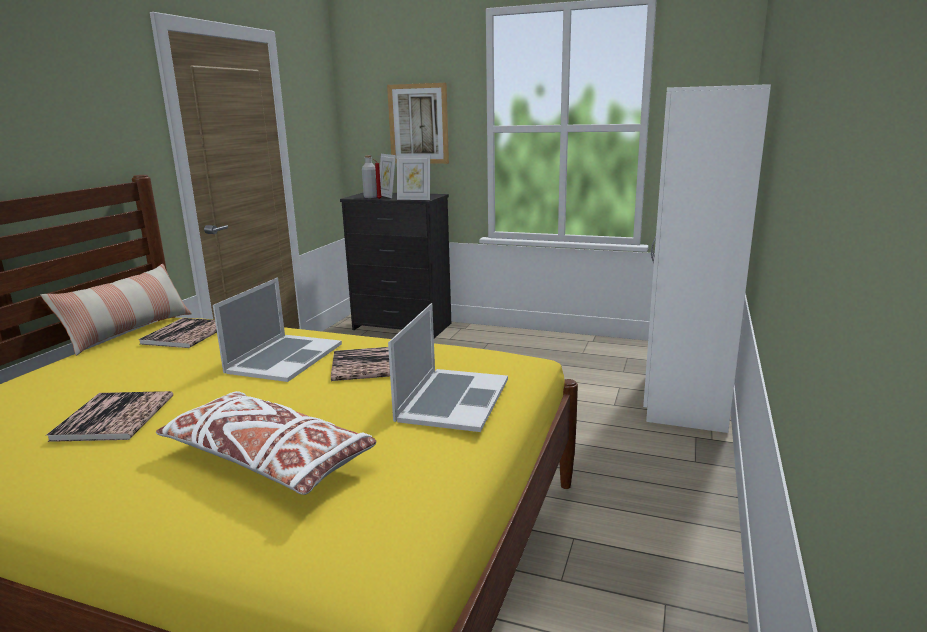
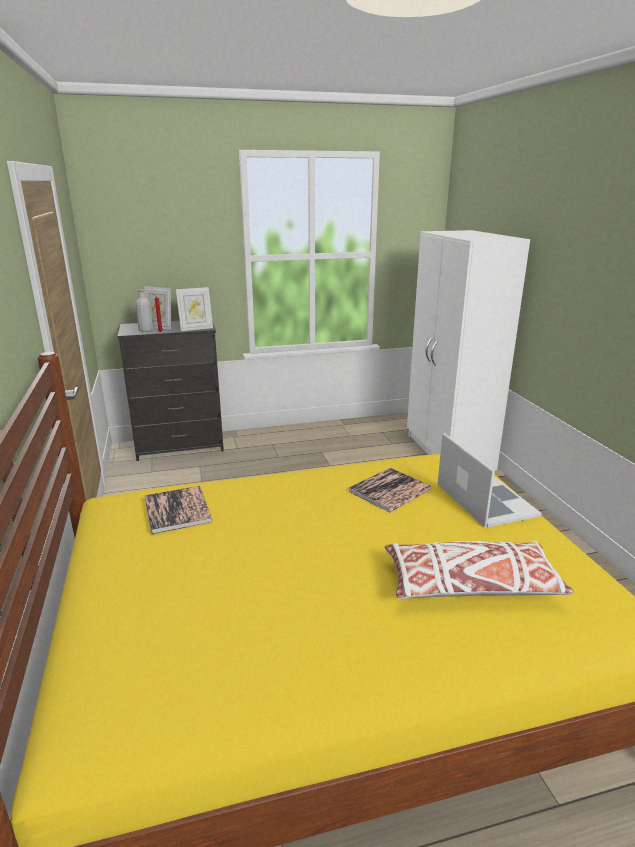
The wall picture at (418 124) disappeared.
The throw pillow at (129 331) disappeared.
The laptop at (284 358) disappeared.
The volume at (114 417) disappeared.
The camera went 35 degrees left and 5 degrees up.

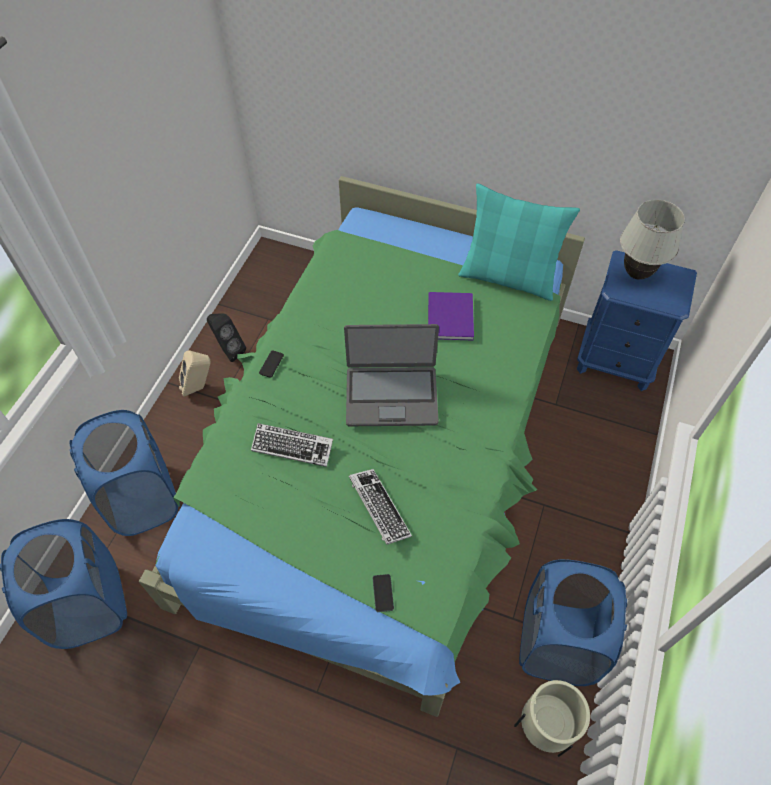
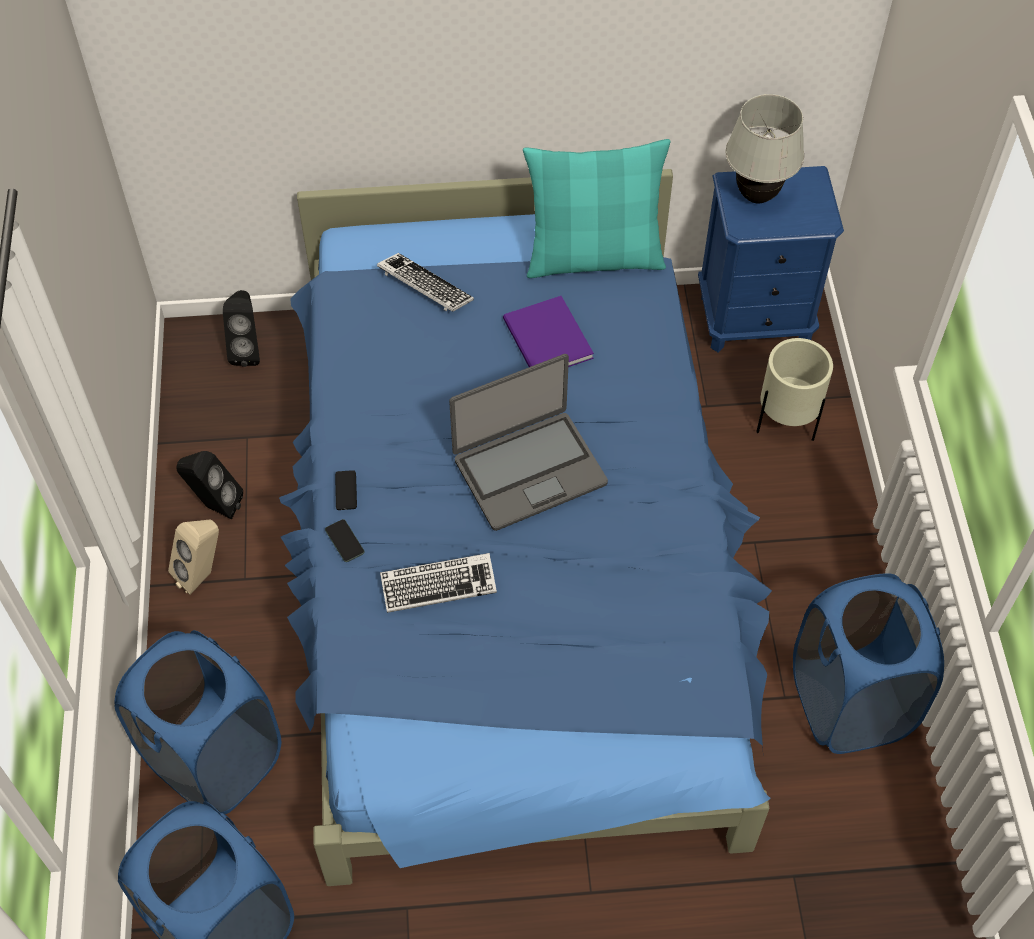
The greenish bedroom bed at (382 452) became the blue bedroom bed at (513 559).
The computer keyboard moved from (379 508) to (425 287).
The handset moved from (383 593) to (344 541).
The beige-coloured planter moved from (543 728) to (786 424).
The black speaker at (248 350) appeared.
The camera went 25 degrees left and 0 degrees up.

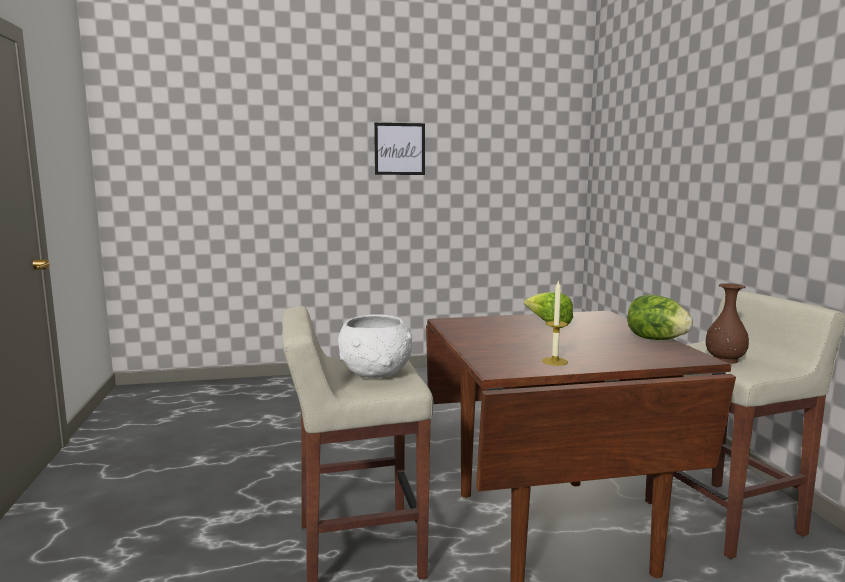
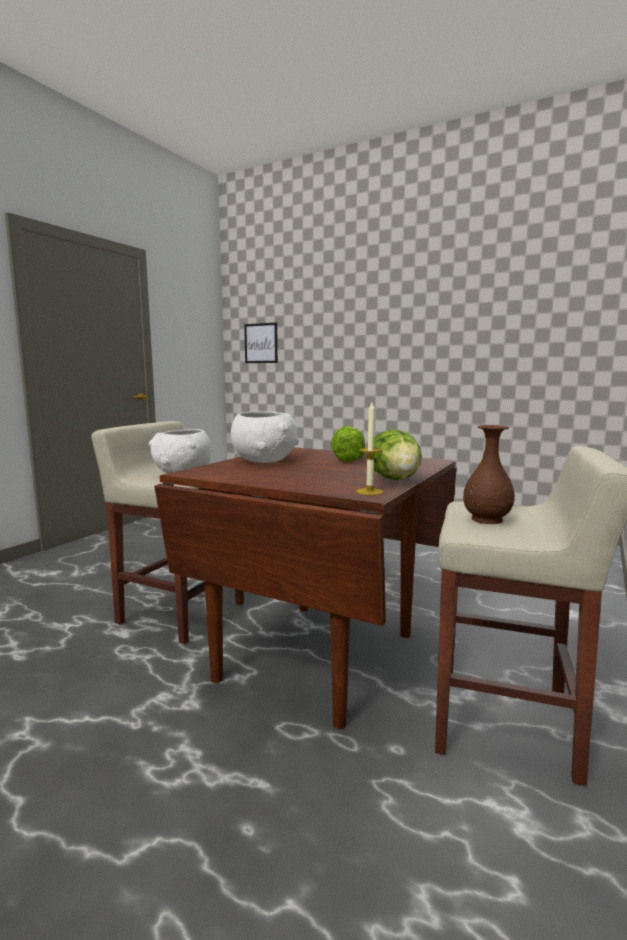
The wall picture moved from (399 149) to (261 343).
The wax light moved from (555 361) to (369 491).
The whitish serving bowl at (266 460) appeared.
The camera went 40 degrees right and 0 degrees up.

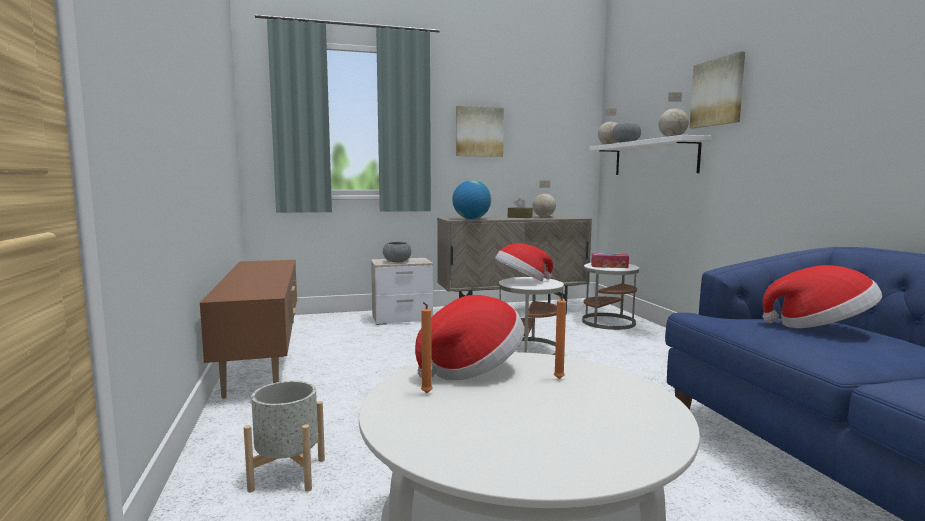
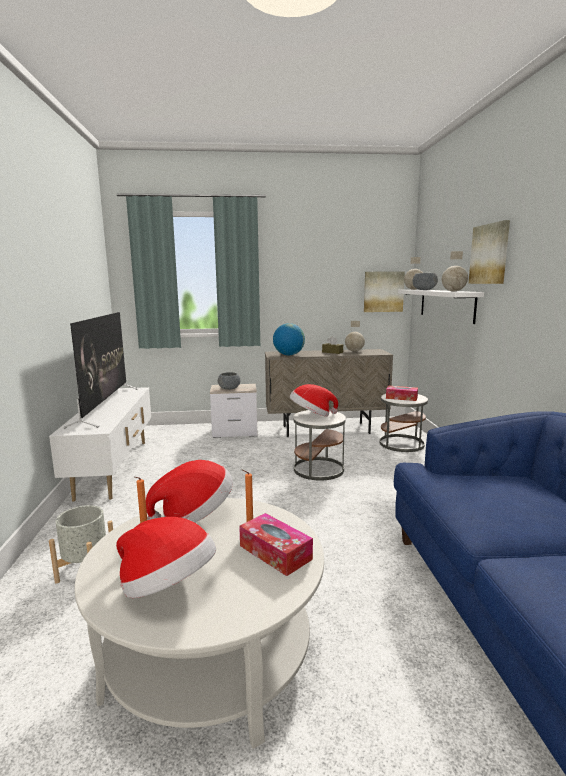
The wall picture moved from (479 132) to (383 291).
The brown-coloured media console at (263 360) became the whitish media console at (115 468).
The hat moved from (820 328) to (167 587).
The television at (106 405) appeared.
The box of tissues at (275 552) appeared.
The camera went 10 degrees right and 5 degrees up.

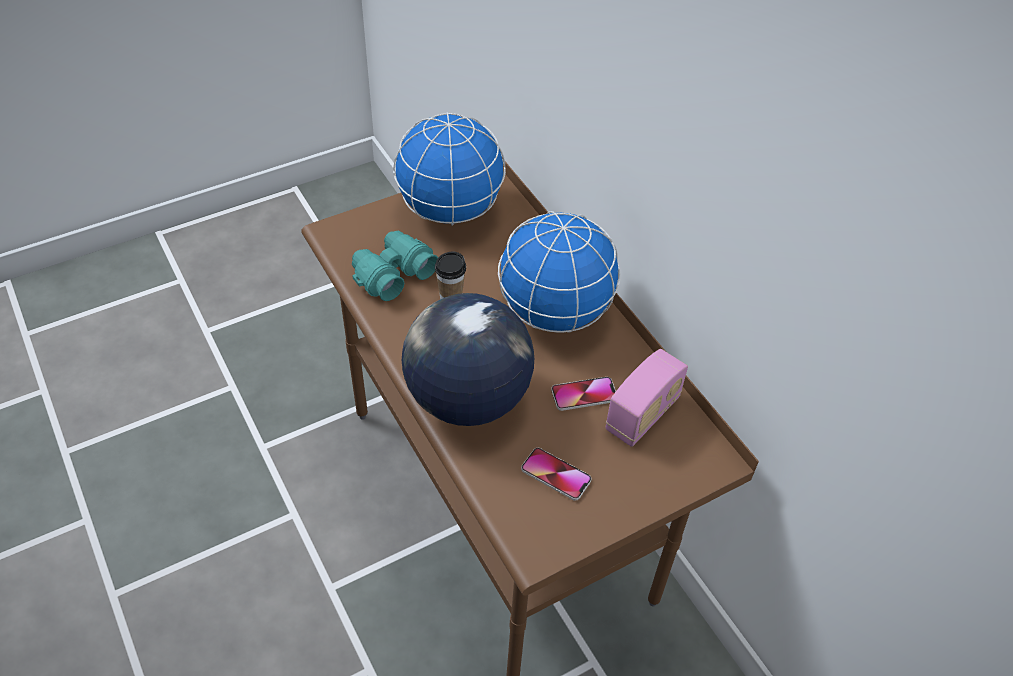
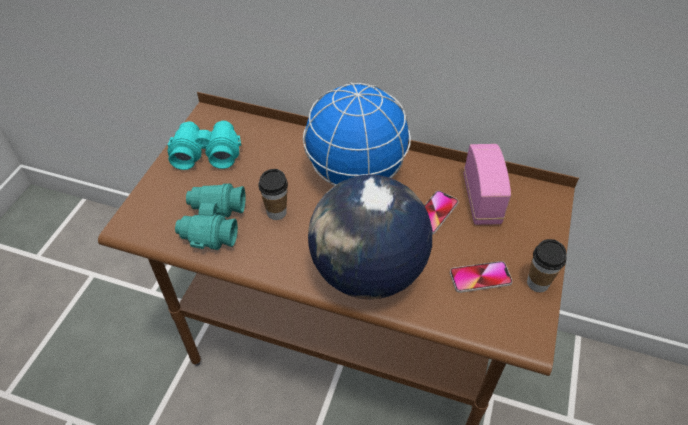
The world globe at (451 210) was replaced by the blue-green field glasses at (206 152).
The small cup at (537 283) appeared.
The camera went 40 degrees left and 0 degrees up.

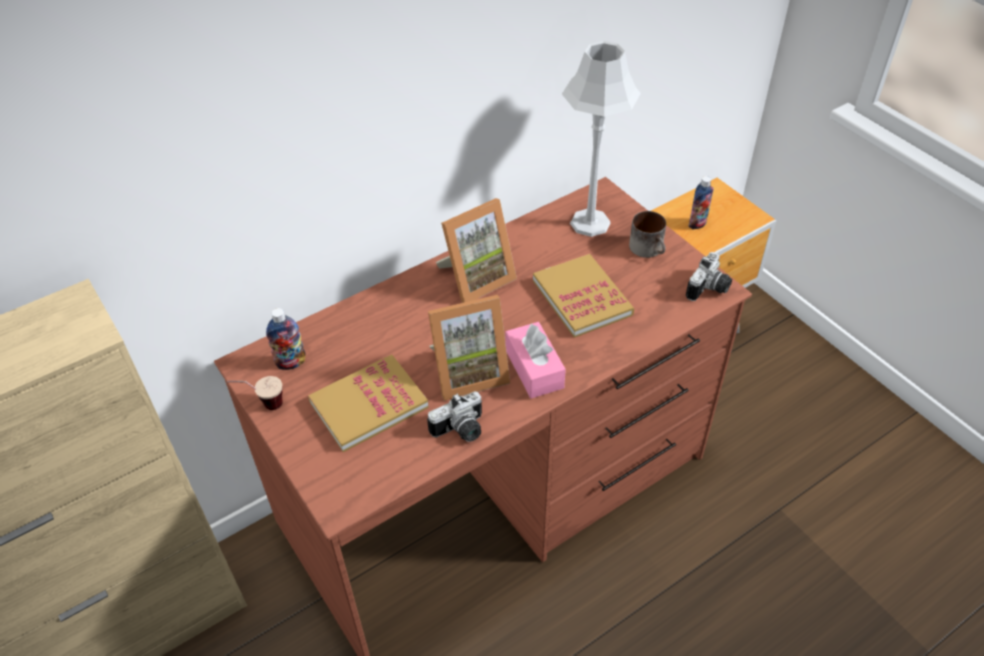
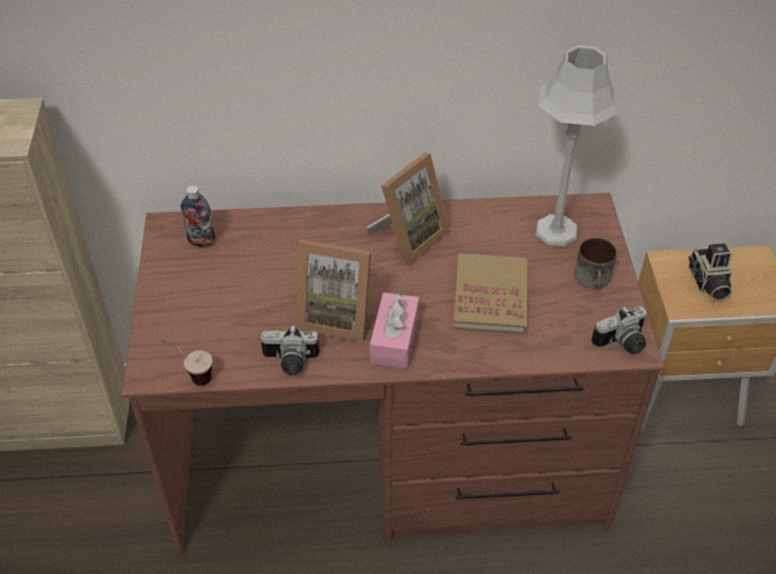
The bottle at (697 224) was replaced by the photo camera at (707 283).
The picture frame at (476 278) turned 45 degrees counterclockwise.
The volume at (368 405) disappeared.
The small cup moved from (262 405) to (191 375).
The camera went 30 degrees right and 0 degrees up.

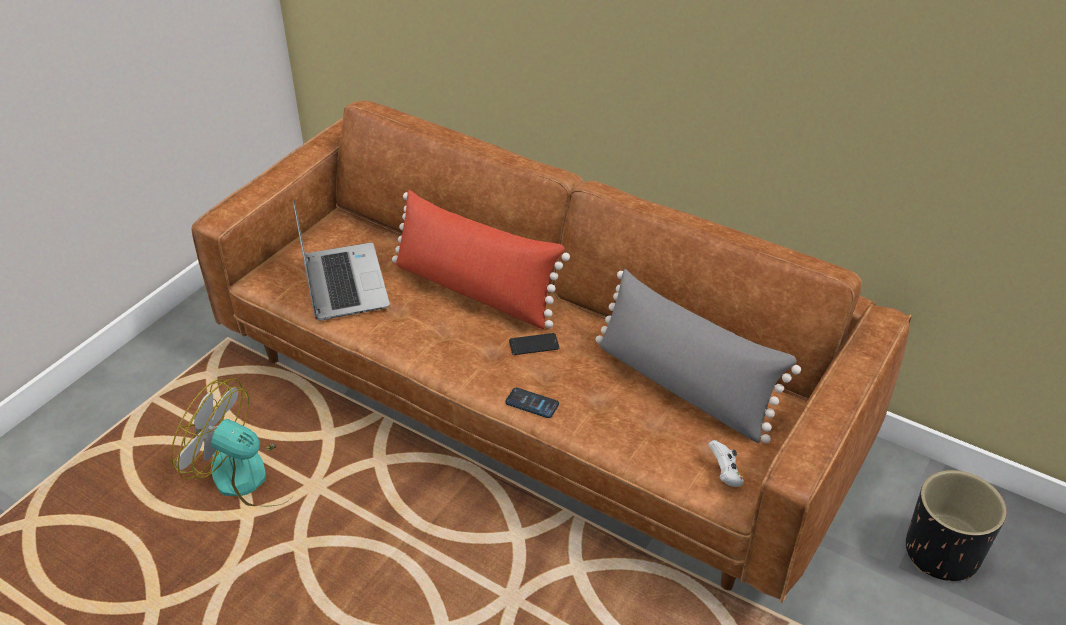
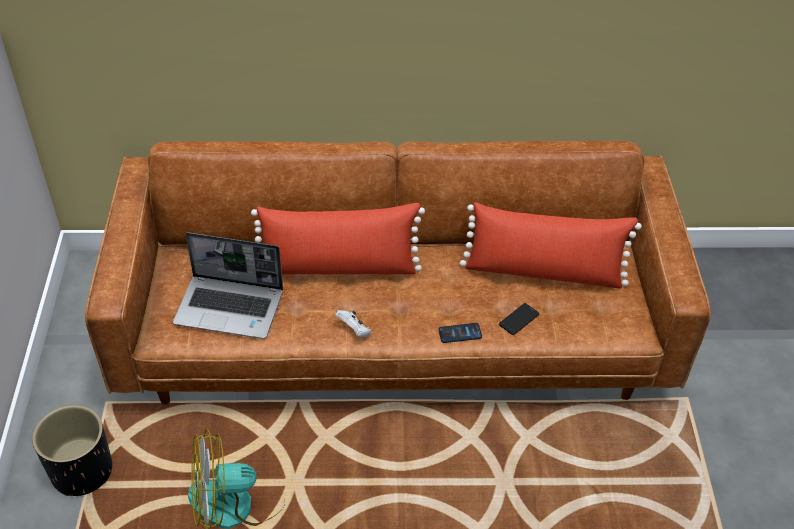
The laptop at (343 283) turned 150 degrees clockwise.
The greyish throw pillow at (684 387) became the reddish throw pillow at (544 271).
The handset moved from (534 345) to (519 319).
The whitish game controller moved from (725 474) to (354 331).
The black planter moved from (942 553) to (82 471).
The camera went 35 degrees left and 5 degrees up.

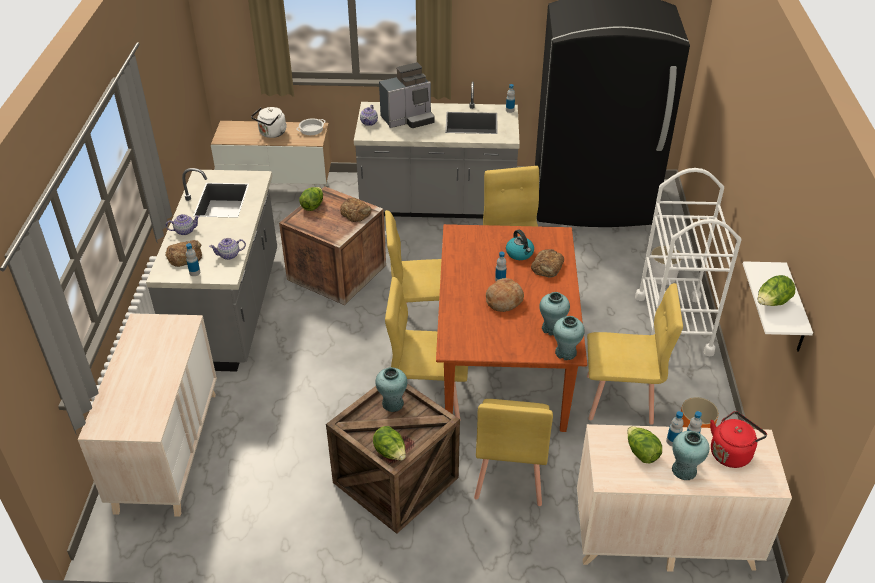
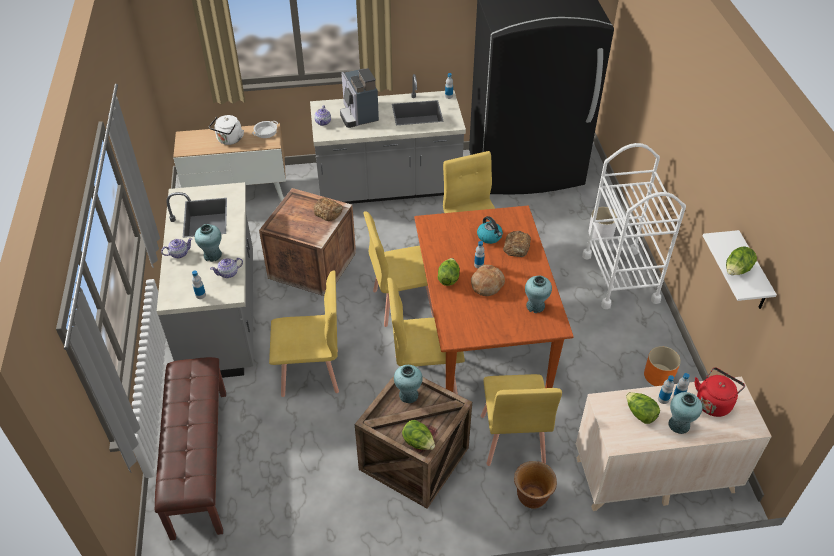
The coffee maker at (408 119) turned 105 degrees clockwise.
The head of lettuce moved from (313 206) to (448 278).
The baked bread at (185 256) disappeared.
The yellow chair moved from (620 399) to (311 373).
The beige-coloured dresser at (167 450) was replaced by the brown-coloured long seat at (199 461).
The blue-green flower vase moved from (566 353) to (213 255).
The brown-coloured planter at (531 497) appeared.
The camera went 10 degrees left and 5 degrees up.

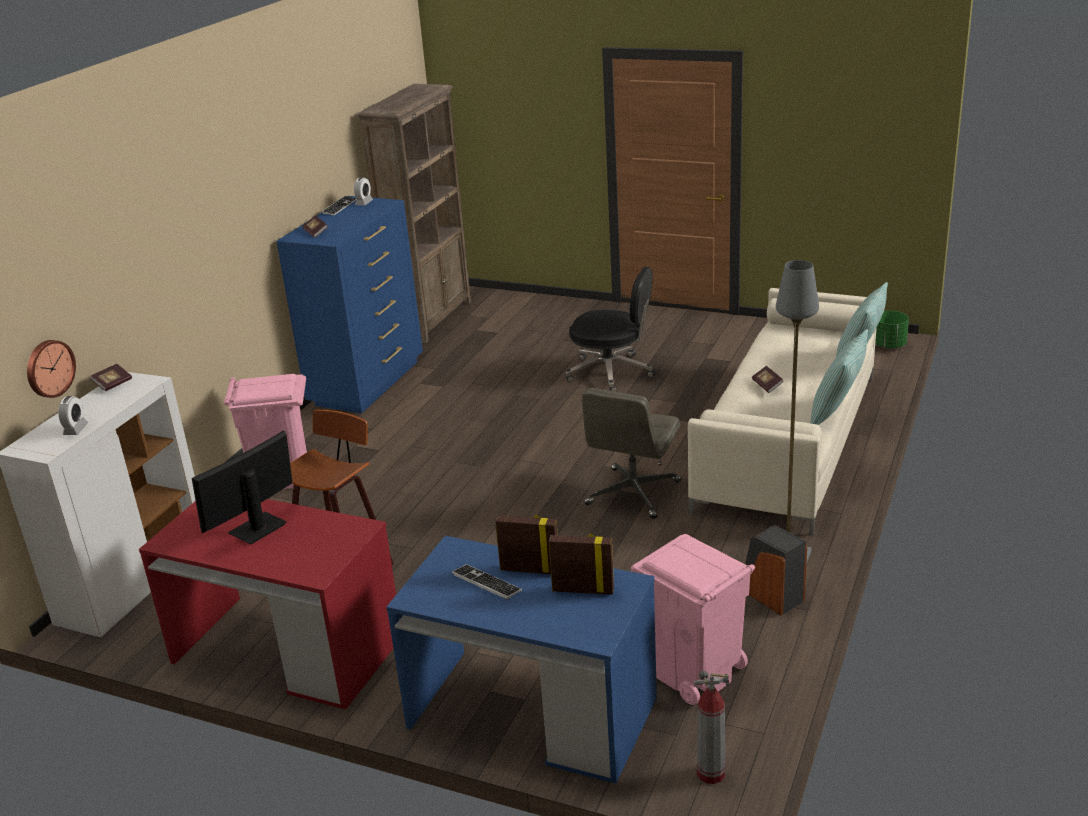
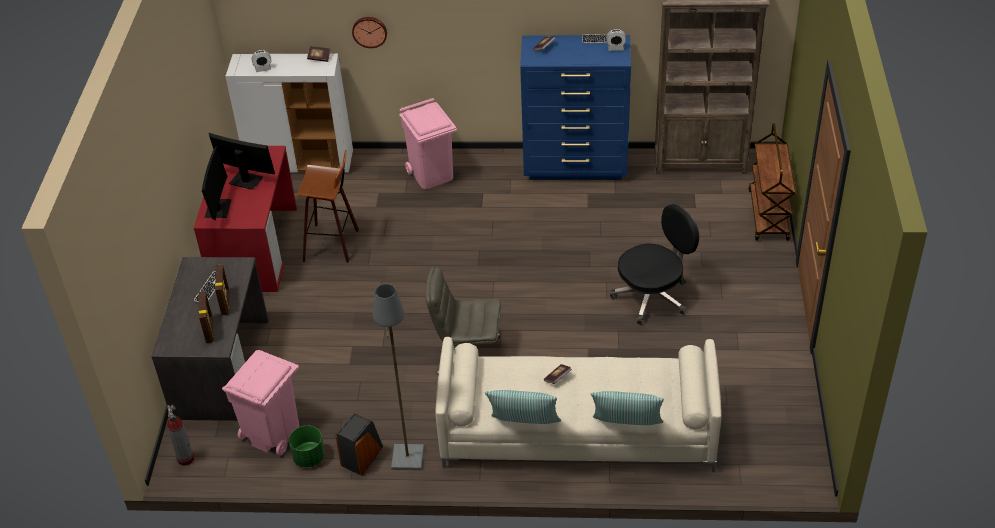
The black office chair at (612 373) turned 120 degrees counterclockwise.
The greenish planter moved from (889 345) to (309 457).
The hanging clock moved from (49 368) to (369 31).
The blue desk unit at (531 713) became the greyish desk unit at (221 368).
The brown-coloured wheeled cart at (769 216) appeared.
The computer screen at (218 209) appeared.
The camera went 70 degrees right and 15 degrees up.

